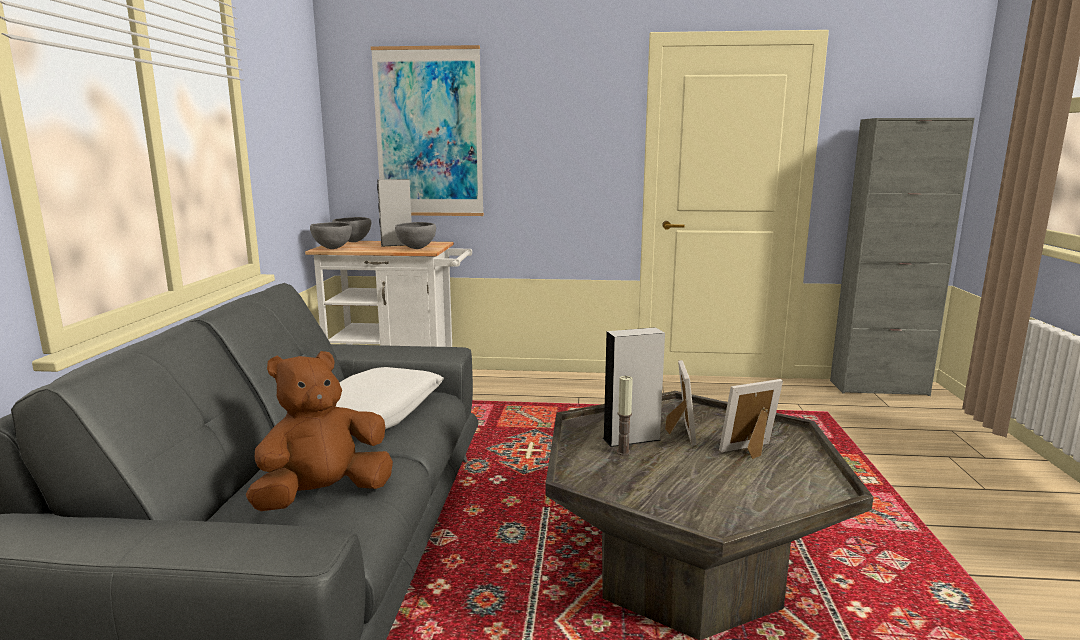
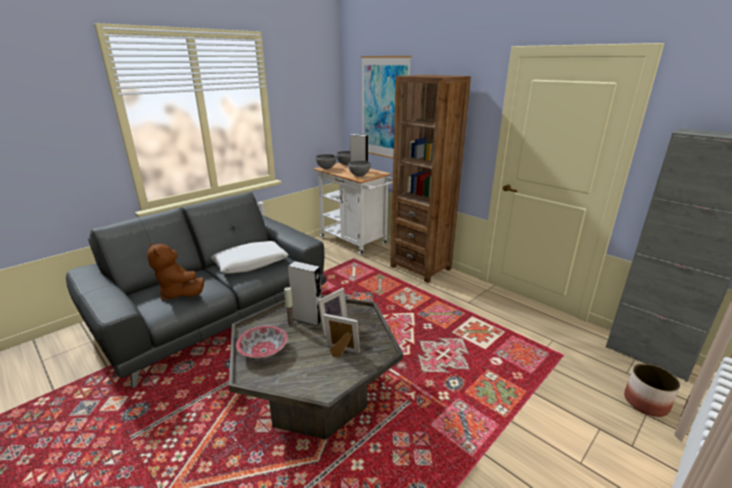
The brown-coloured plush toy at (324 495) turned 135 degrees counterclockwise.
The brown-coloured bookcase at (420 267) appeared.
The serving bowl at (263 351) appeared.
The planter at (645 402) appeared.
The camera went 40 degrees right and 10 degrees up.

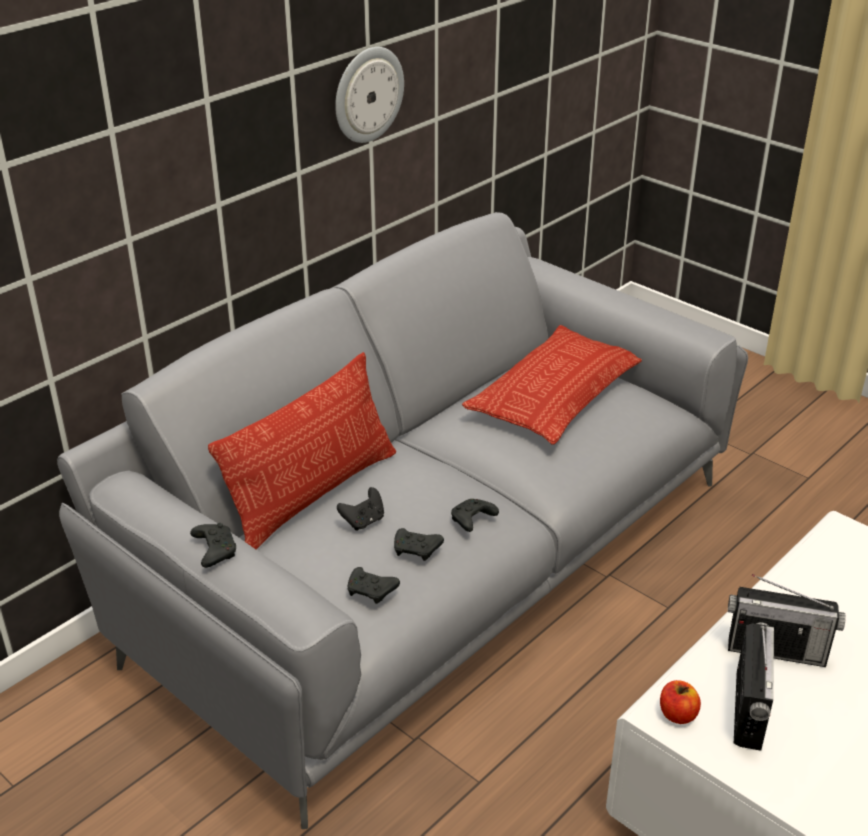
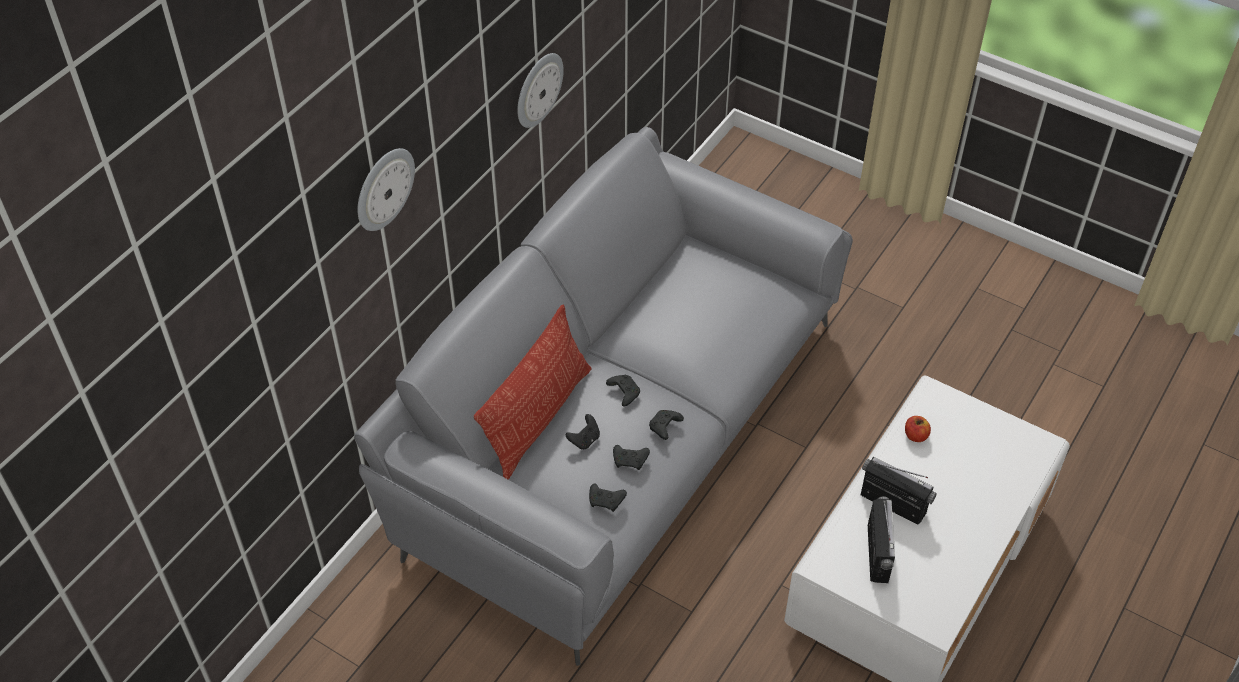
The throw pillow at (556 394) disappeared.
The black game controller moved from (214 550) to (623 392).
The radio receiver at (776 650) turned 150 degrees counterclockwise.
The apple fruit moved from (677 714) to (915 435).
The hanging clock at (383 188) appeared.
The camera went 10 degrees left and 15 degrees up.

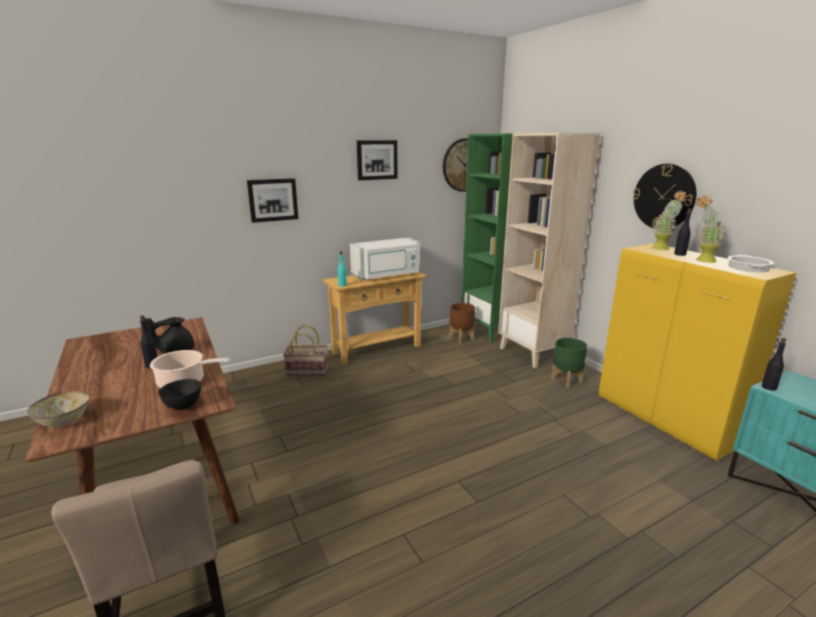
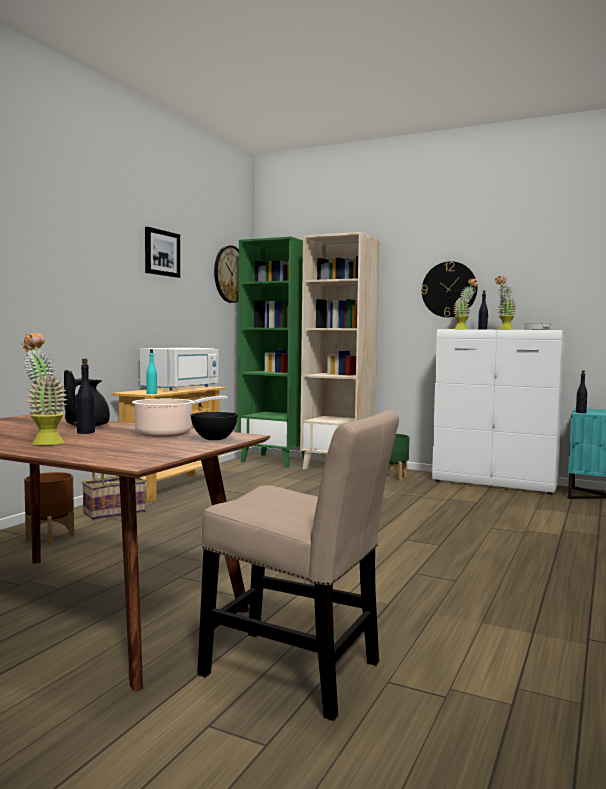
The wall picture at (273 200) disappeared.
The yellow cabinet at (665 421) became the whitish cabinet at (495 484).
The brown-coloured planter moved from (461 338) to (50 537).
The serving bowl at (64 421) disappeared.
The houseplant at (43 442) appeared.
The camera went 35 degrees left and 15 degrees down.

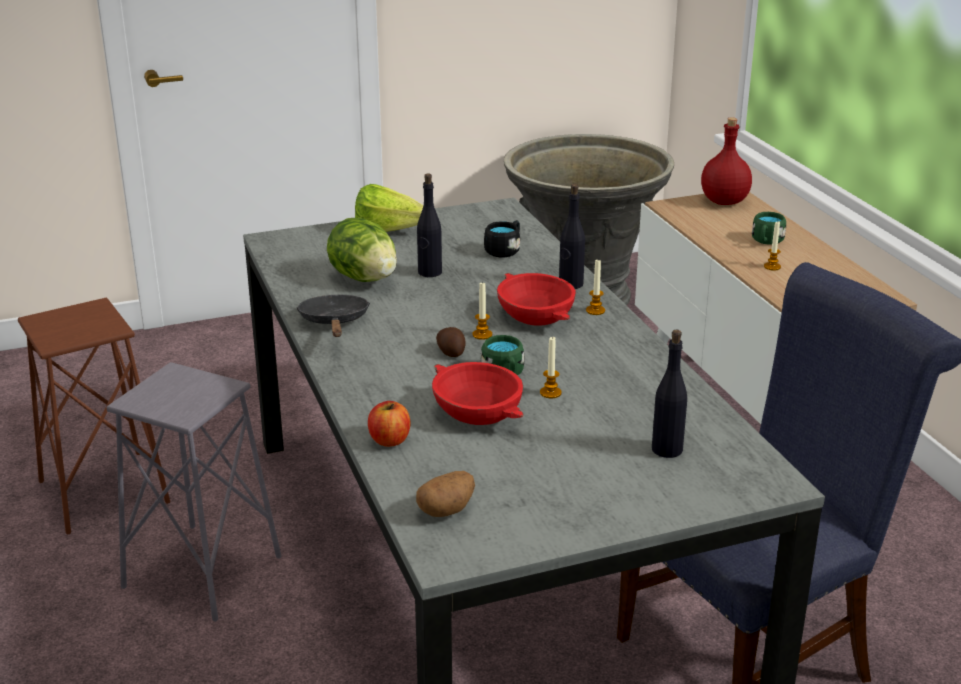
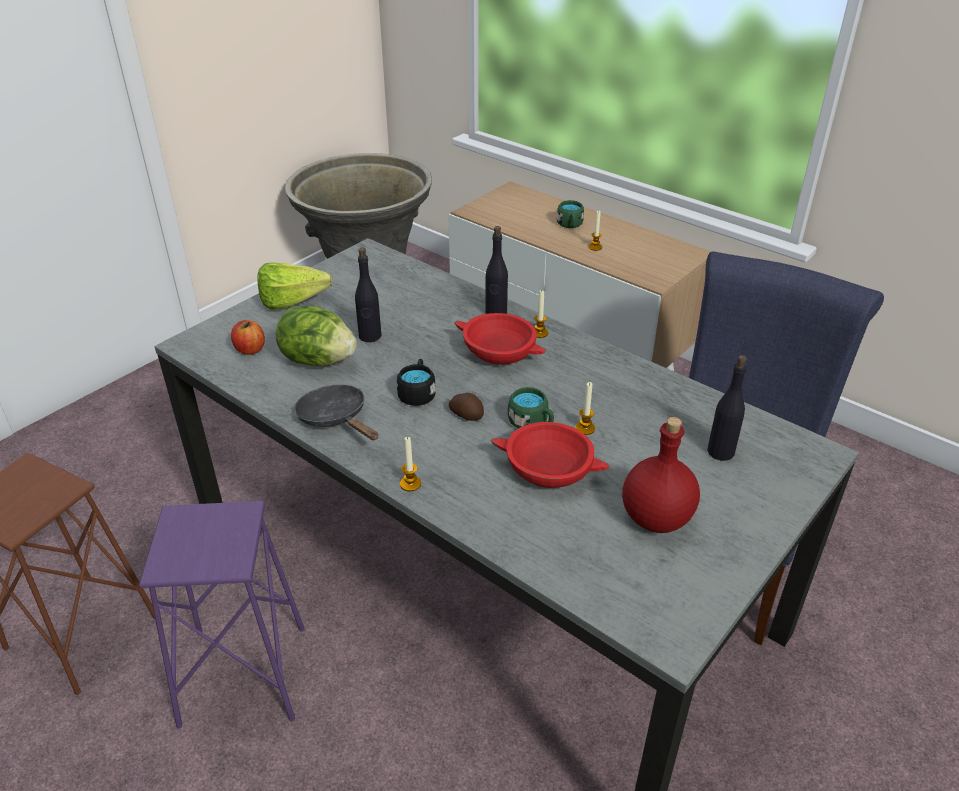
The reddish bottle moved from (724 202) to (657 519).
The black tea mug moved from (505 250) to (417 393).
The wax light moved from (482 335) to (410 484).
The greyish sitting stool at (203 571) became the purplish sitting stool at (244 675).
The apple fruit moved from (389 440) to (250 349).
The whole potato at (446 510) disappeared.
The camera went 30 degrees left and 10 degrees up.

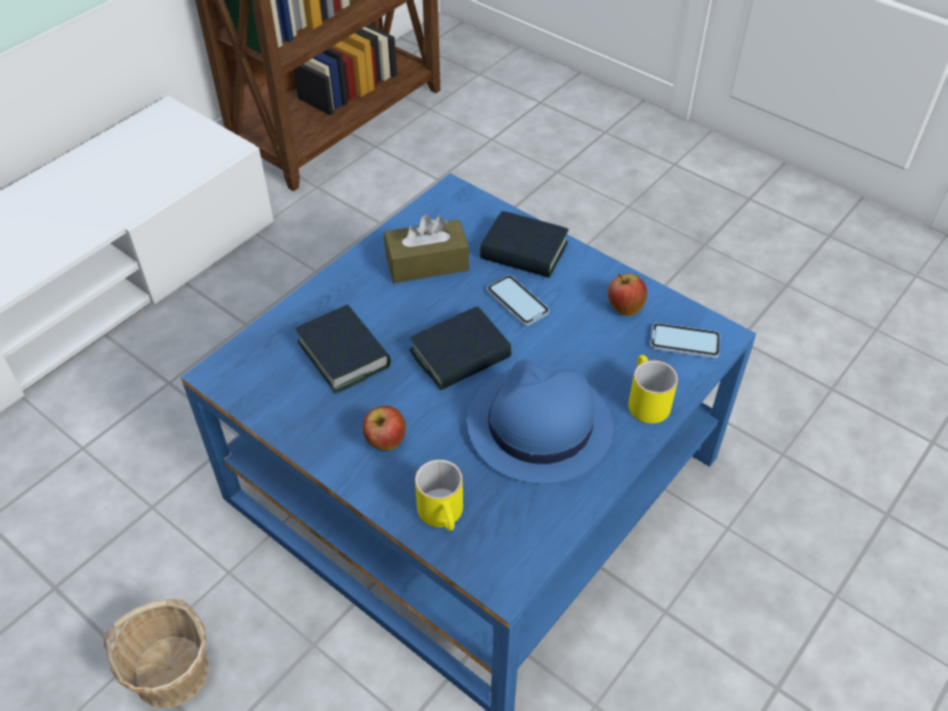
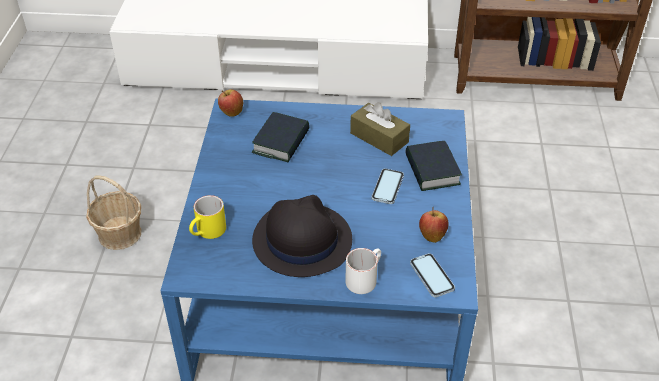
The volume at (460 355) disappeared.
The yellow tea mug at (644 400) became the whitish tea mug at (364 278).
The blue hat at (538 426) became the black hat at (301 240).
The apple fruit moved from (385 442) to (231 112).
The camera went 55 degrees right and 5 degrees down.

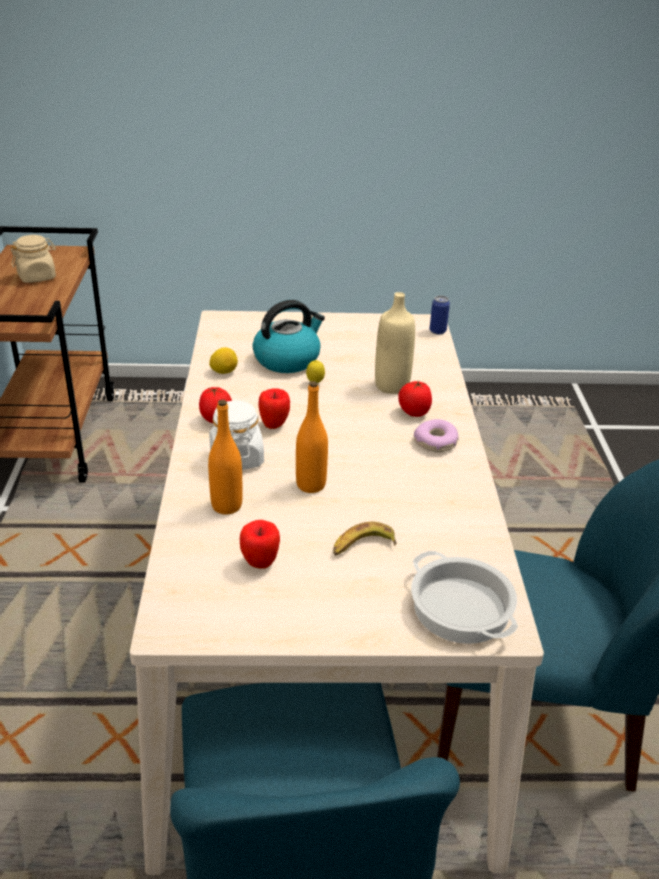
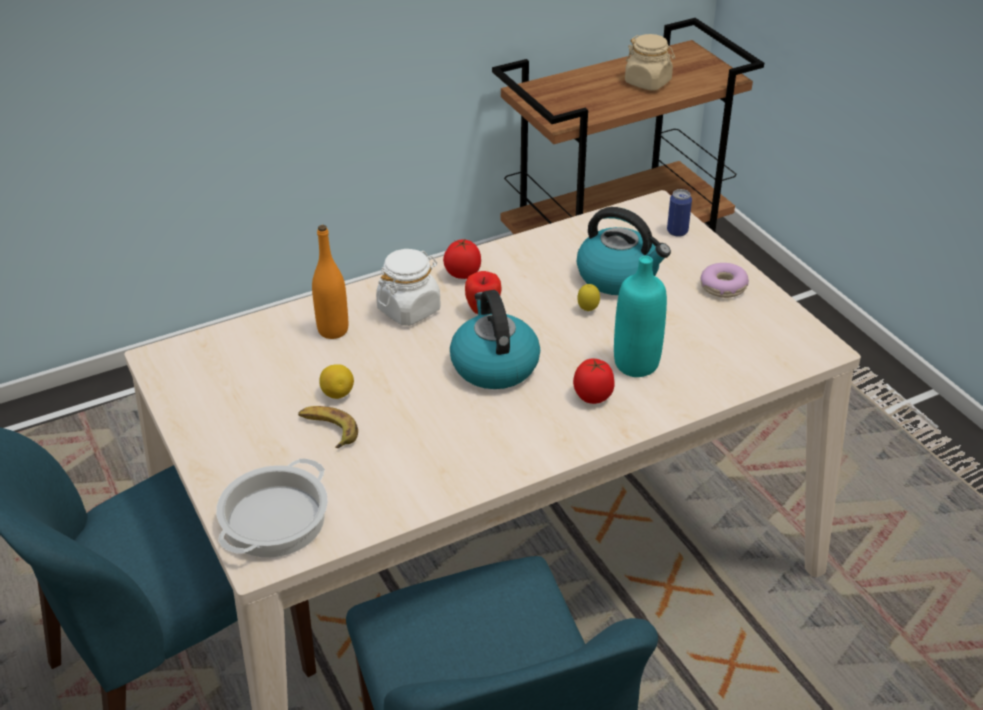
The beige-coloured bottle at (392 385) became the blue-green bottle at (636 364).
The metal can moved from (437 331) to (677 231).
The lemon moved from (224 372) to (337 394).
The orange bottle at (311 485) disappeared.
The donut moved from (436 442) to (723 287).
The apple fruit at (260 564) disappeared.
The kettle at (493 365) appeared.
The camera went 65 degrees right and 5 degrees up.

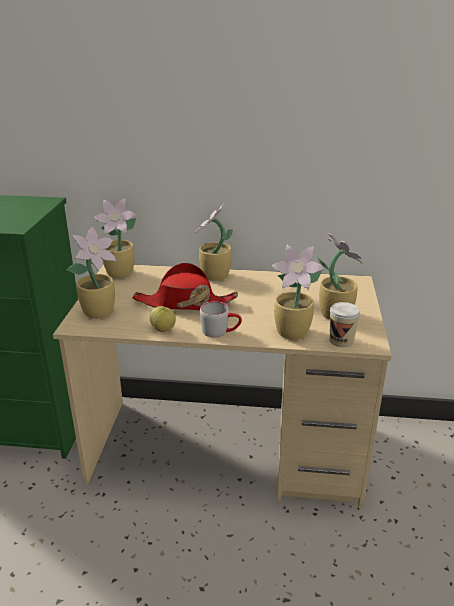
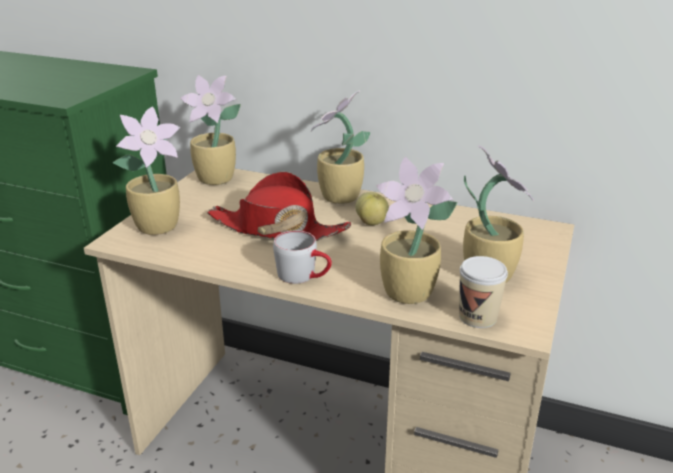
The apple fruit moved from (163 329) to (371 222).
The camera went 15 degrees right and 0 degrees up.

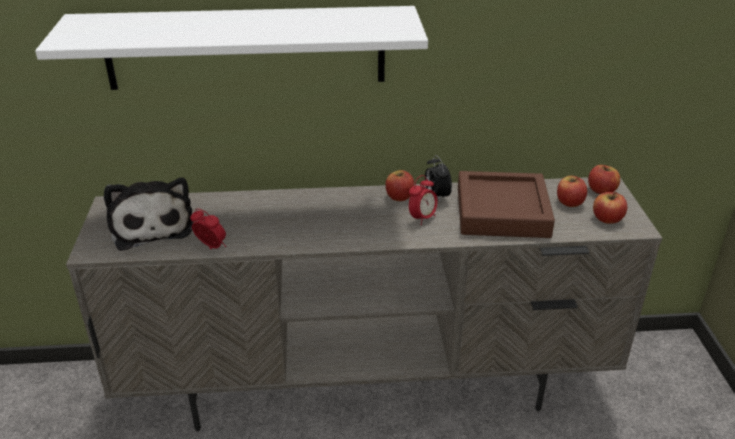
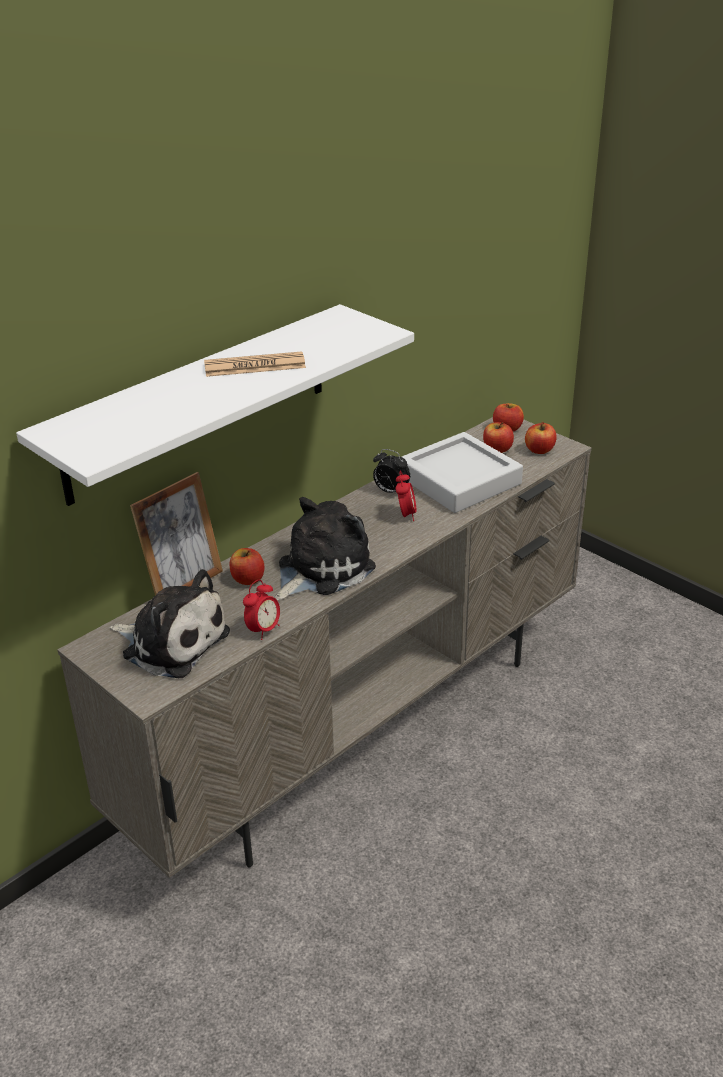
The apple fruit moved from (399 197) to (247 579).
The brown-coloured carrying tray at (502 212) became the greyish carrying tray at (459 480).
The alarm clock at (211 247) turned 135 degrees clockwise.
The newspaper at (254 366) appeared.
The picture frame at (184 584) appeared.
The plush toy at (321 569) appeared.
The camera went 40 degrees left and 0 degrees up.

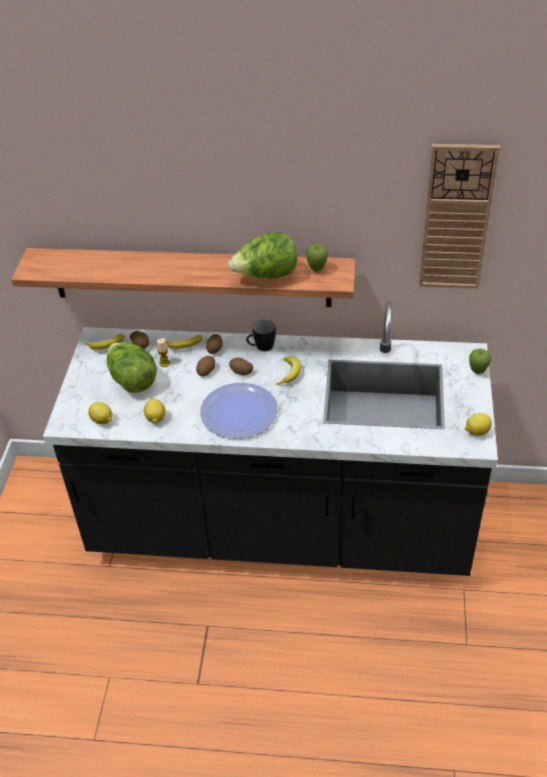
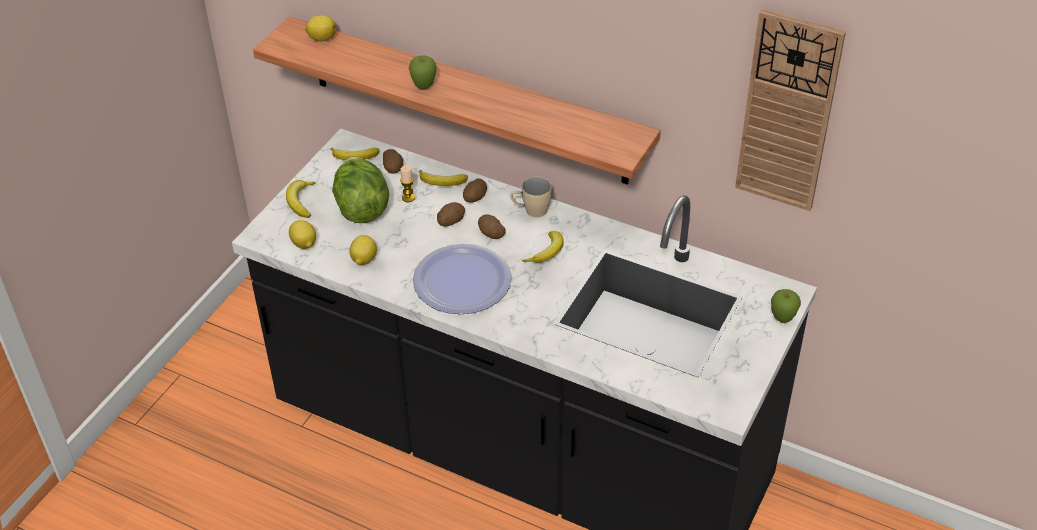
The head of lettuce at (266 276) disappeared.
The apple fruit moved from (316 269) to (424 87).
The black tea mug at (261 347) became the beige-coloured tea mug at (531 211).
The lemon moved from (476 432) to (321 38).
The banana at (301 201) appeared.
The camera went 20 degrees right and 0 degrees up.

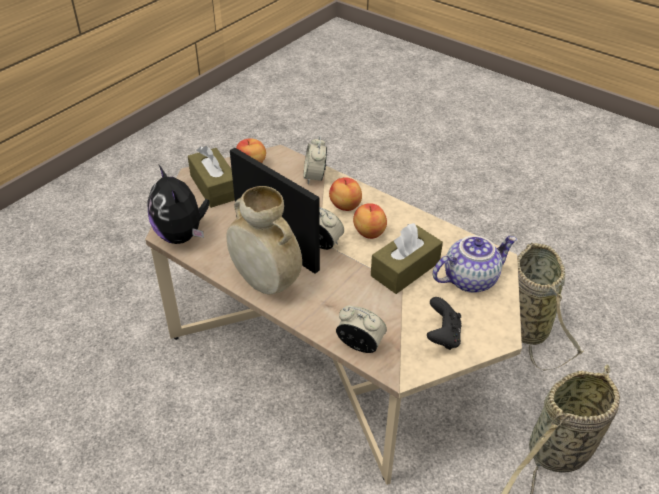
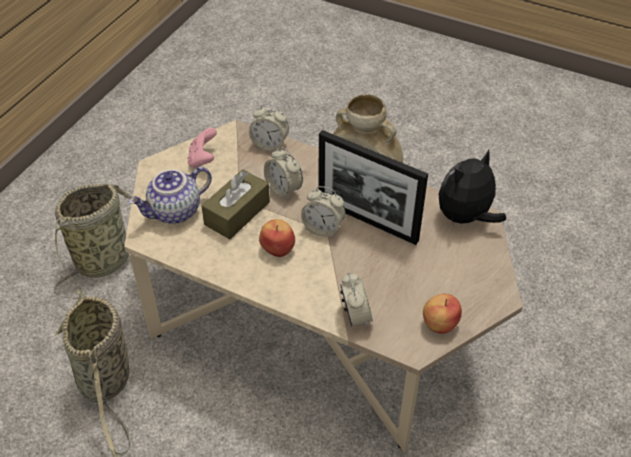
The brown-coloured box of tissues at (214 187) disappeared.
The plush toy at (182 235) turned 90 degrees counterclockwise.
The apple fruit at (345 206) disappeared.
The black game controller at (442 336) became the pink-coloured game controller at (203 160).
The alarm clock at (283 189) appeared.
The camera went 170 degrees right and 5 degrees up.

